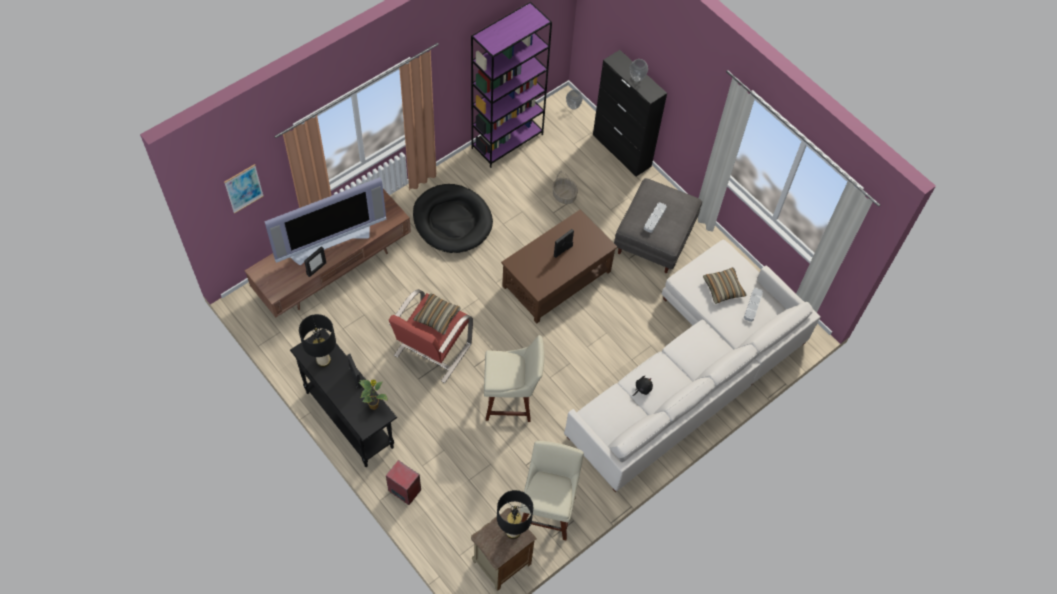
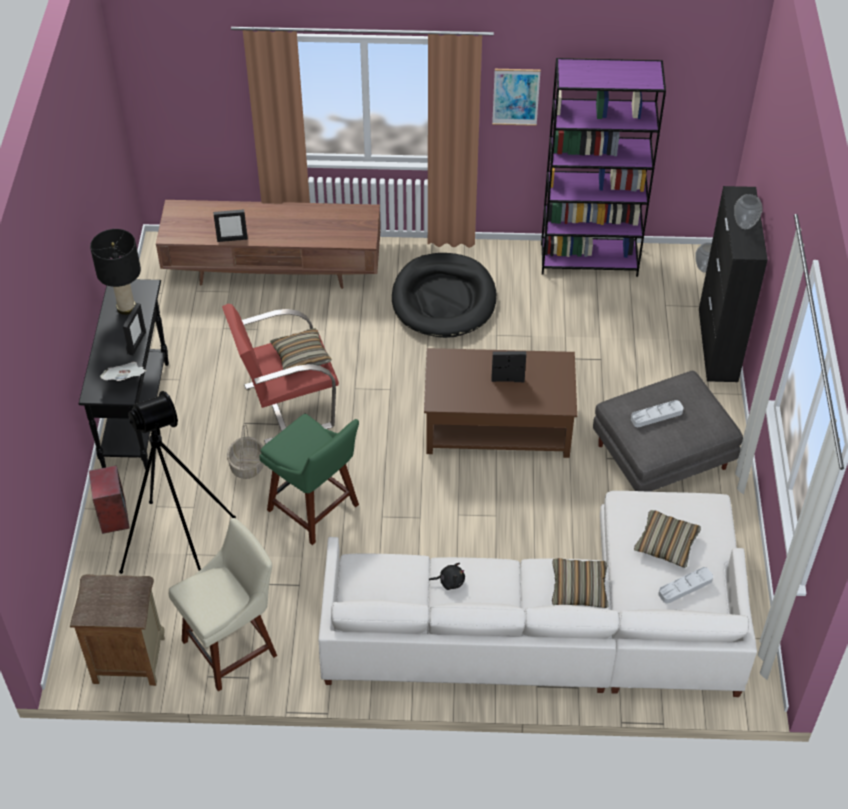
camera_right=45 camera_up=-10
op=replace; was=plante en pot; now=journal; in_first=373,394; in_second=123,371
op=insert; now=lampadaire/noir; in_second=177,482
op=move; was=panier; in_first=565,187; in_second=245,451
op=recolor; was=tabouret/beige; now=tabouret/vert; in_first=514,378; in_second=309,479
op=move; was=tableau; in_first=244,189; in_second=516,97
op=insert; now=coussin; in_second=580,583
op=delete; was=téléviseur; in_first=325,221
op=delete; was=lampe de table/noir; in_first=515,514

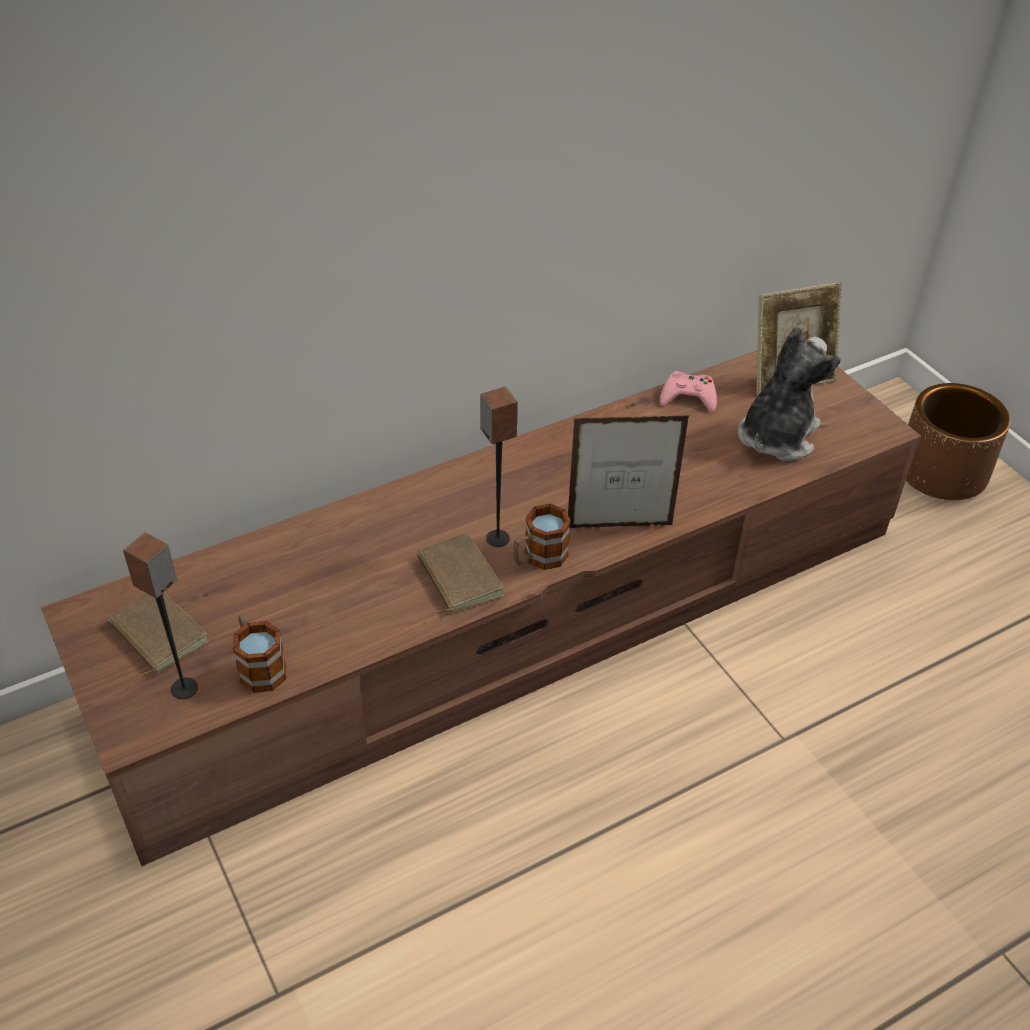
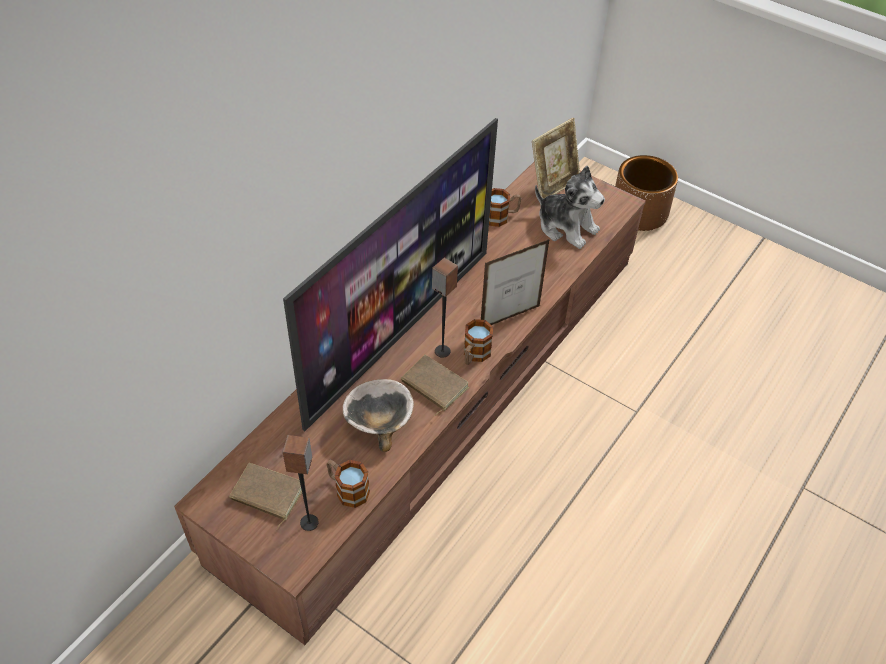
camera_right=-25 camera_up=5
op=insert; now=téléviseur; in_second=390,274
op=insert; now=bol; in_second=378,415
op=replace; was=manette/rose; now=mug; in_first=688,392; in_second=505,207
op=rotate; was=peluche; in_first=789,394; in_second=570,207; clockwise=120

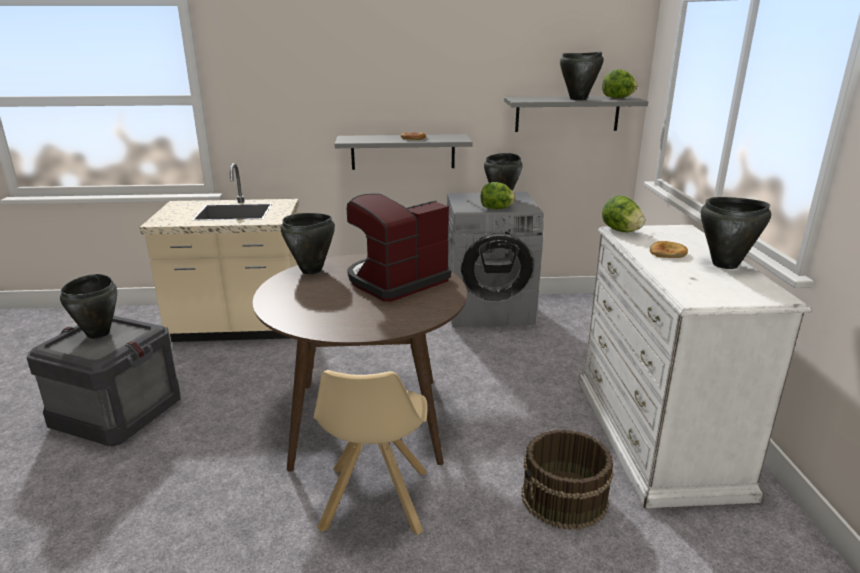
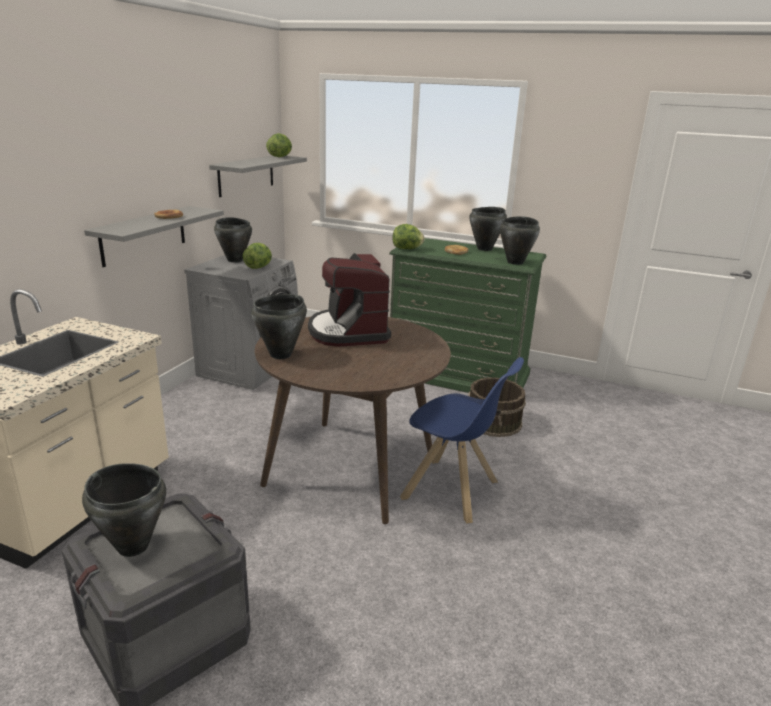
camera_right=-65 camera_up=0
op=recolor; was=commode/blanc; now=commode/vert; in_first=695,366; in_second=467,315
op=recolor; was=chaise/beige; now=chaise/bleu; in_first=370,452; in_second=462,440
op=move; was=marmite/noir; in_first=582,76; in_second=520,240

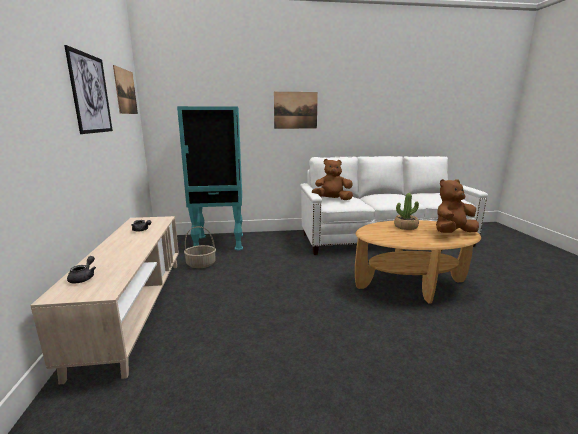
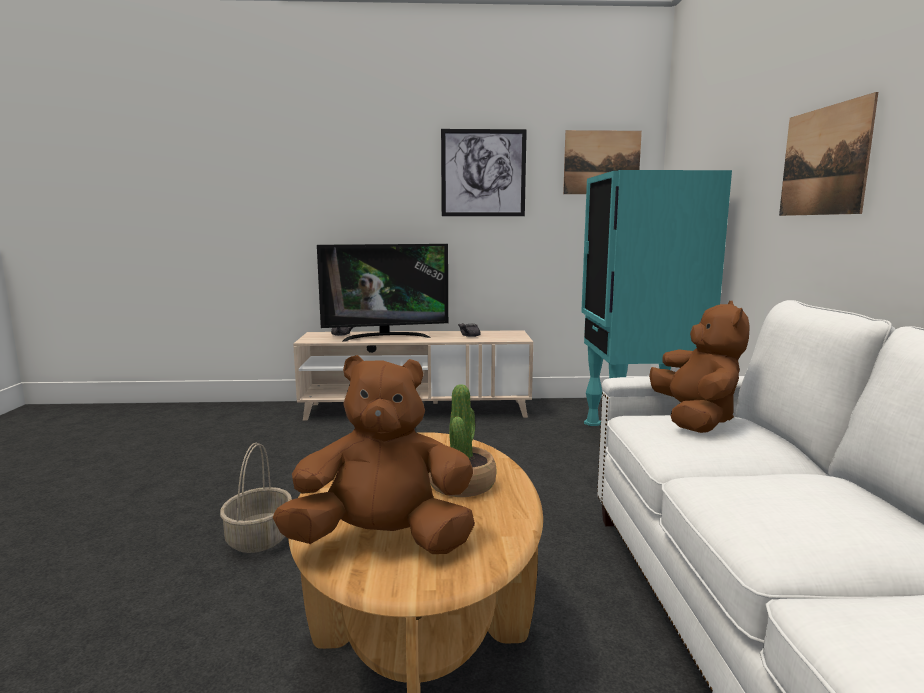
camera_right=95 camera_up=-5
op=move; was=panier; in_first=200,247; in_second=256,498
op=rotate; was=peluche/marron; in_first=457,206; in_second=374,454; clockwise=-75
op=insert; now=téléviseur; in_second=382,293

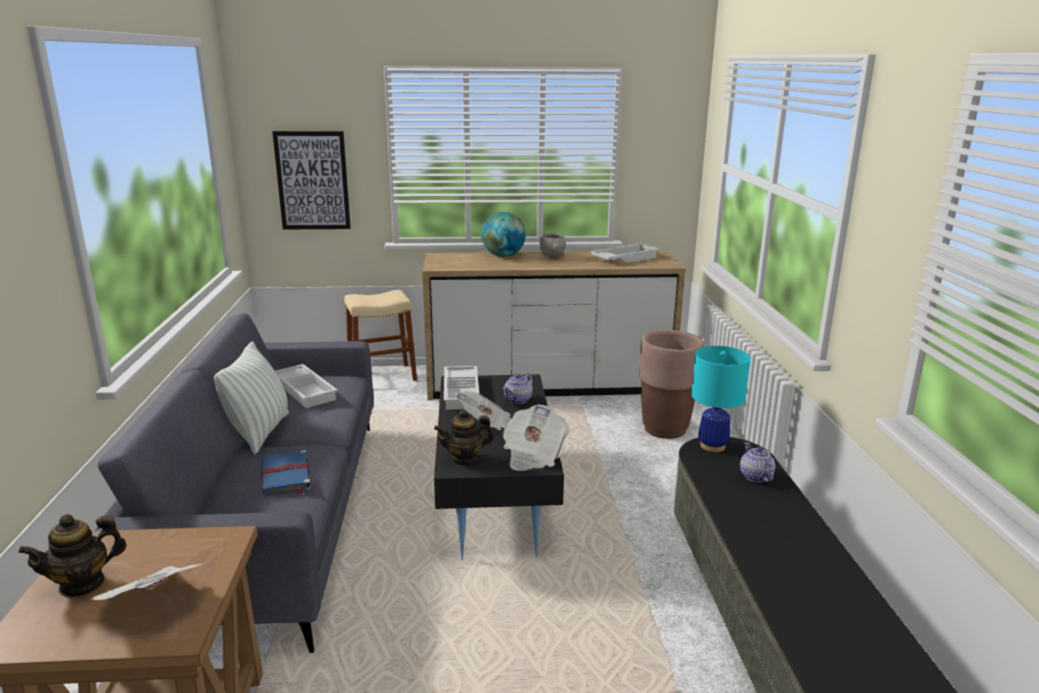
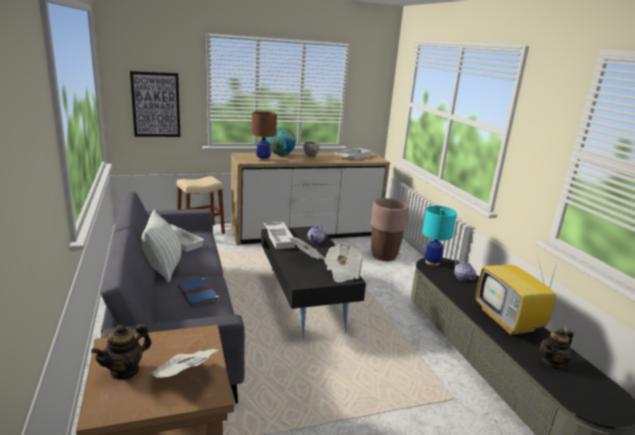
camera_right=-15 camera_up=0
op=insert; now=lampe de table/marron; in_second=264,136
op=insert; now=téléviseur; in_second=517,295
op=move; was=théière; in_first=464,437; in_second=557,349

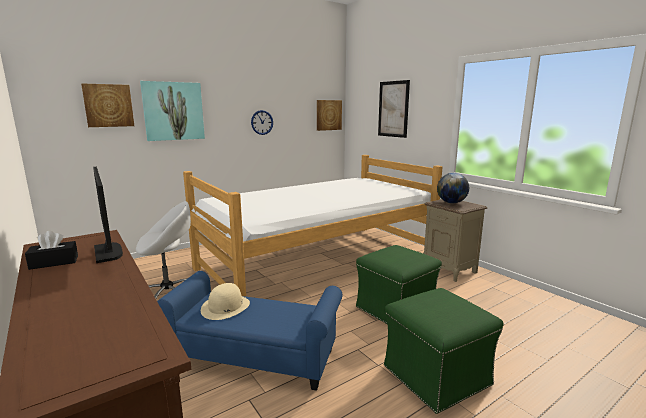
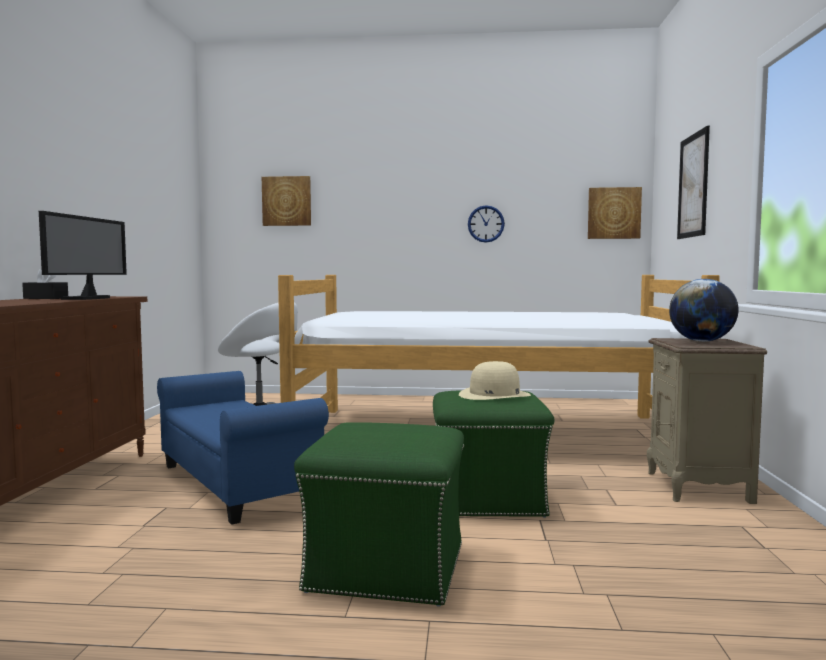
camera_right=40 camera_up=-10
op=move; was=chapeau/beige; in_first=225,301; in_second=495,380
op=delete; was=tableau; in_first=172,111

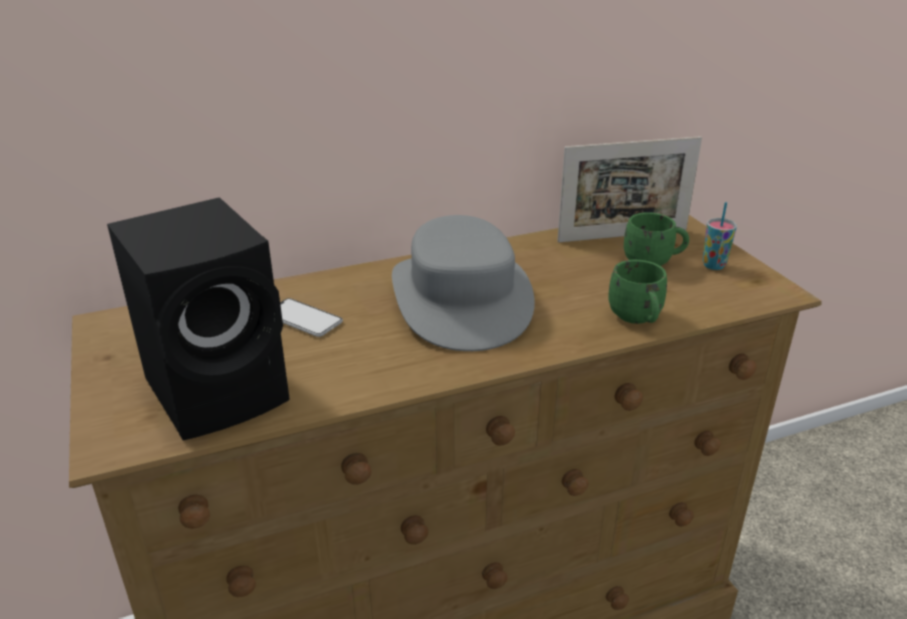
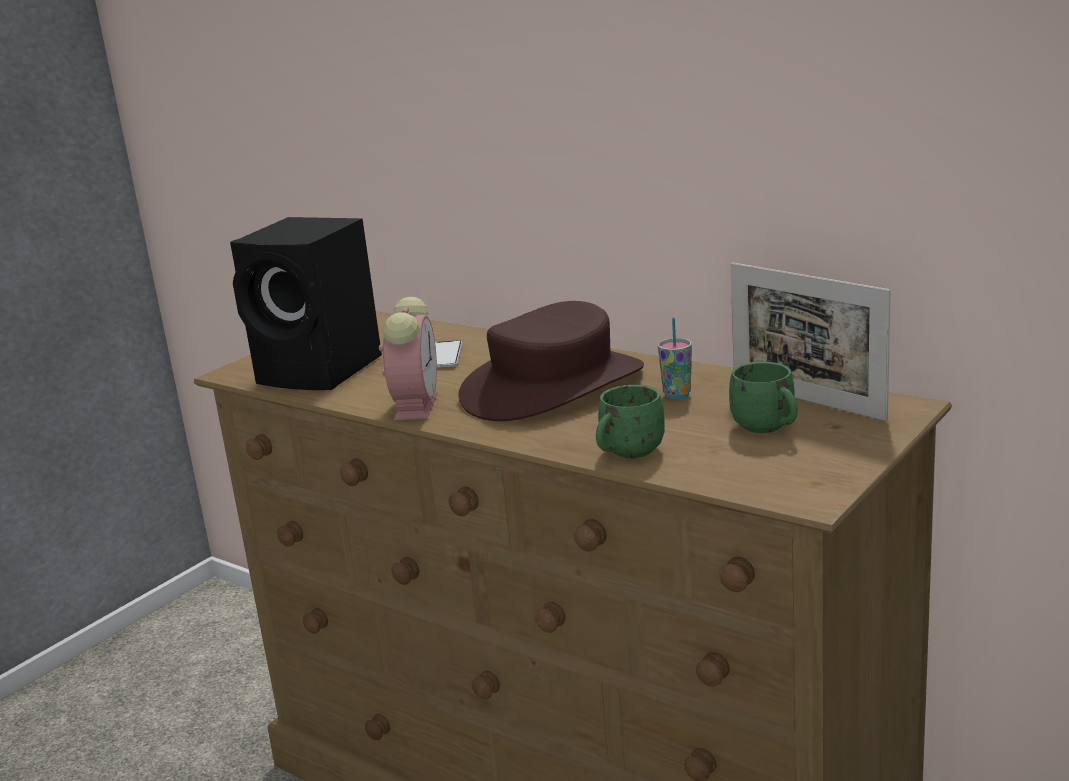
camera_right=60 camera_up=-10
op=insert; now=réveil; in_second=408,358
op=recolor; was=chapeau/gris; now=chapeau/marron; in_first=463,283; in_second=551,361
op=move; was=tasse; in_first=720,236; in_second=675,358

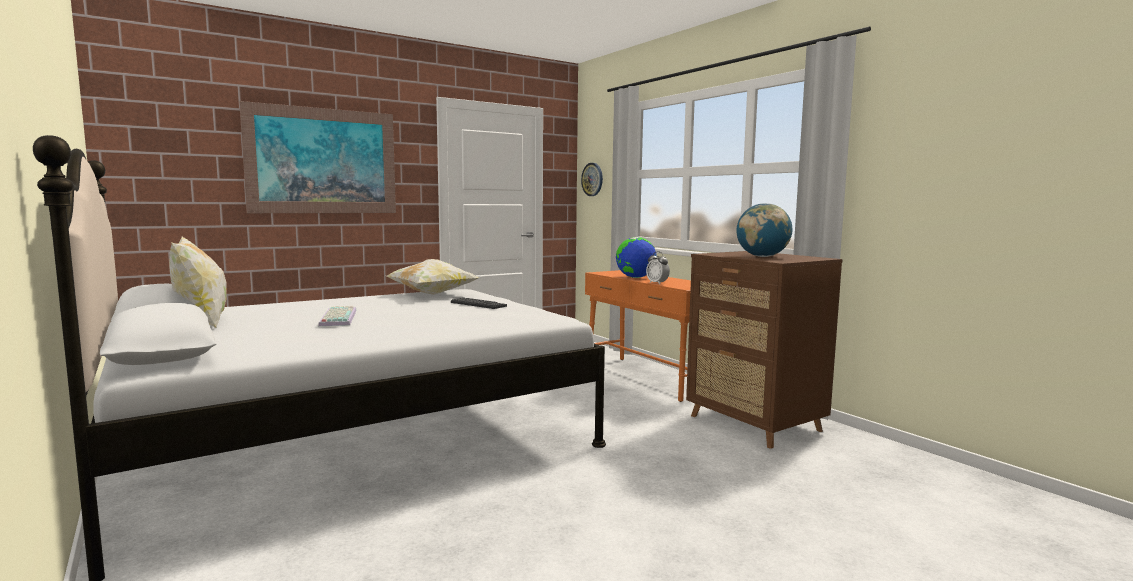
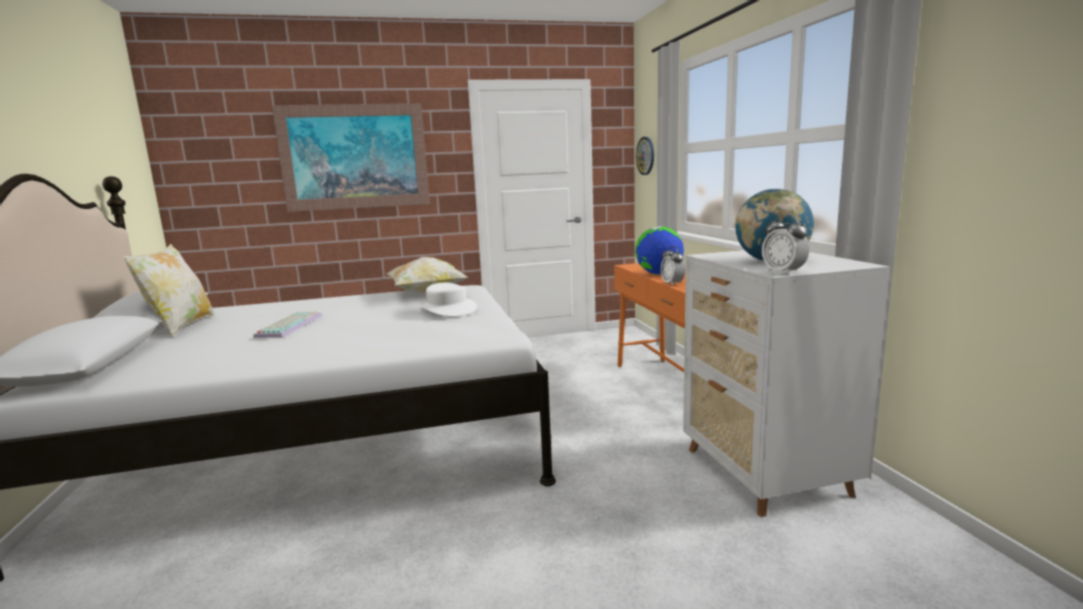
camera_right=20 camera_up=5
op=replace; was=clavier; now=chapeau/blanc; in_first=479,303; in_second=448,300
op=recolor; was=commode/marron; now=commode/blanc; in_first=764,350; in_second=786,383
op=insert; now=réveil; in_second=785,244

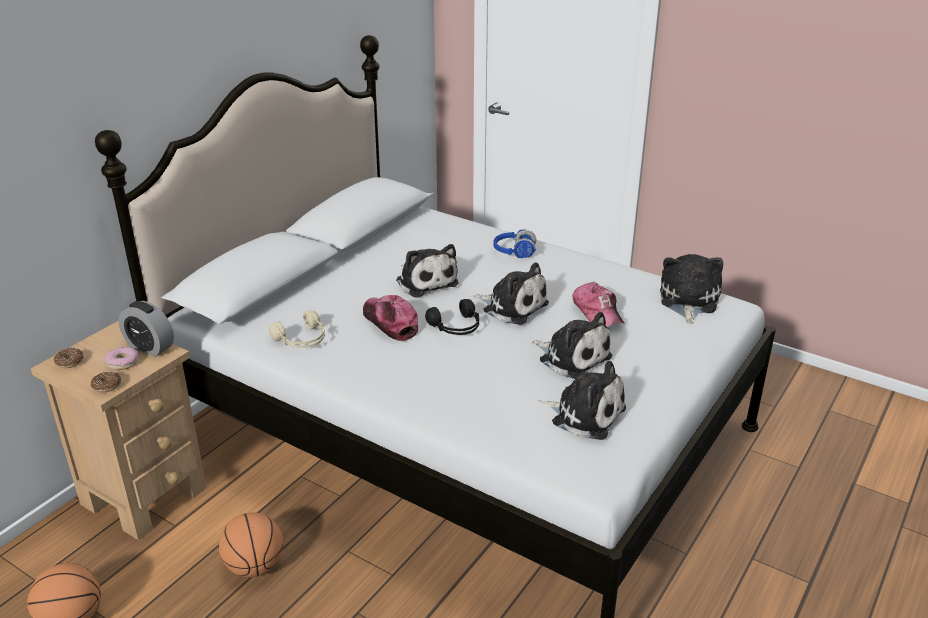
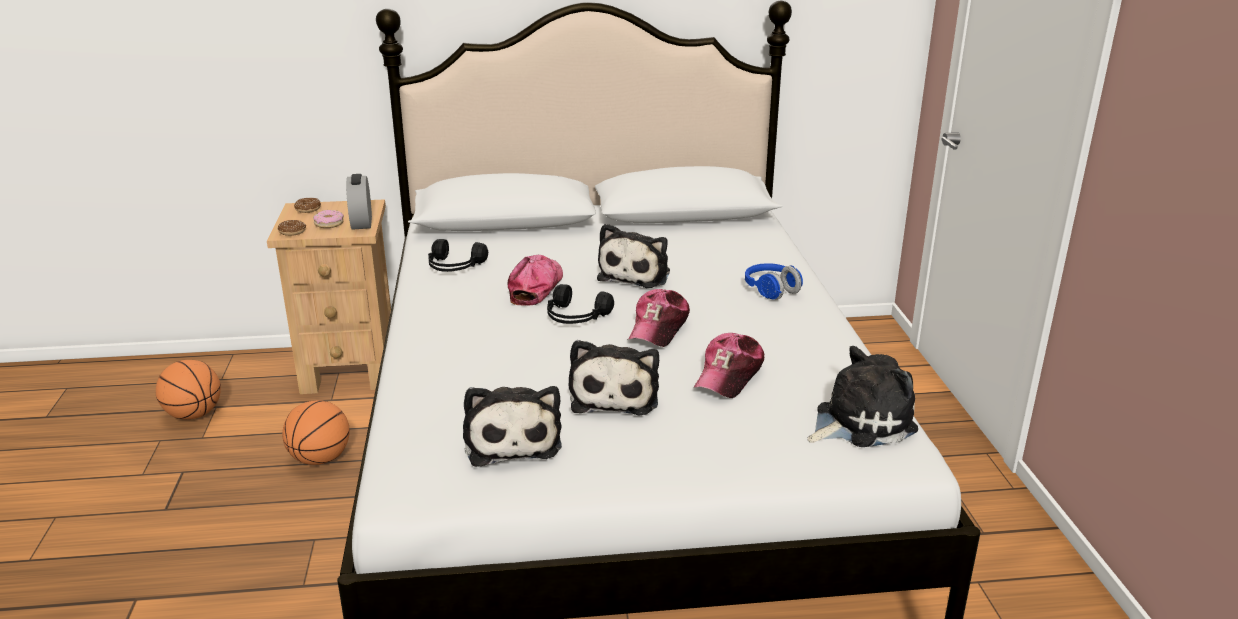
camera_right=50 camera_up=-5
op=recolor; was=casque audio/beige; now=casque audio/noir; in_first=297,329; in_second=458,255
op=replace; was=peluche; now=casquette; in_first=511,293; in_second=659,318

